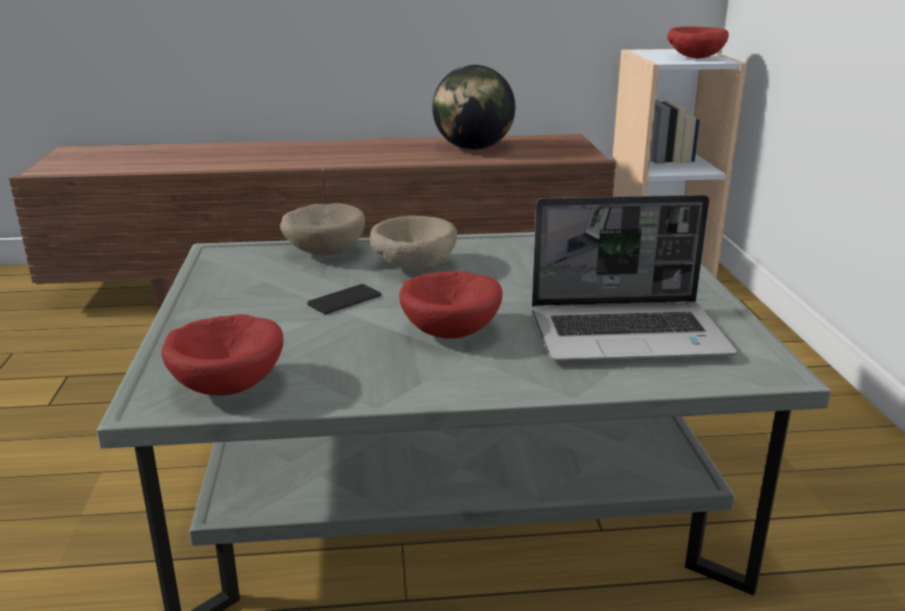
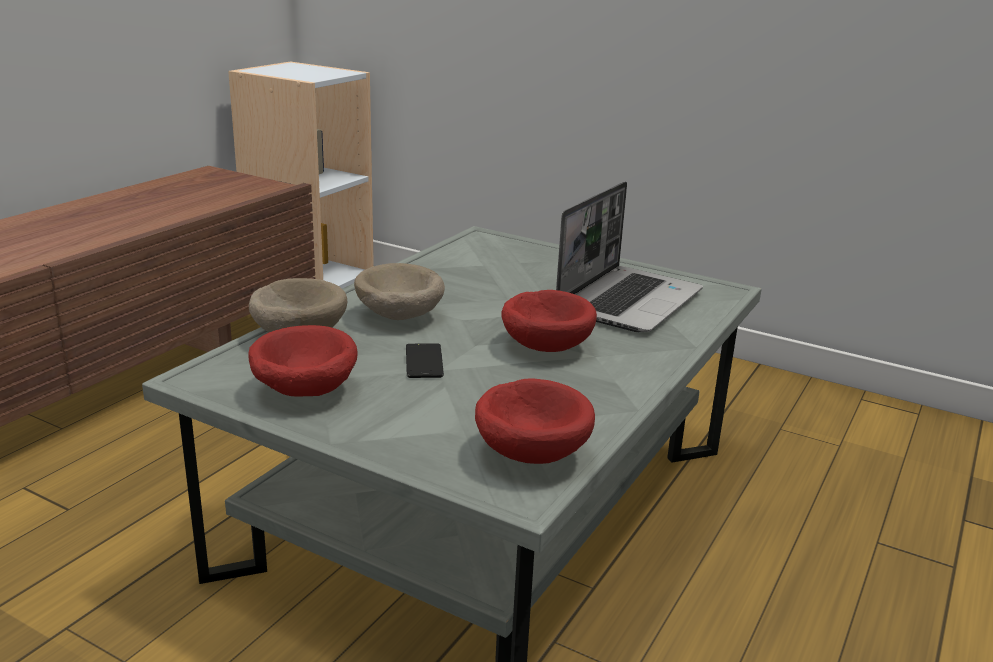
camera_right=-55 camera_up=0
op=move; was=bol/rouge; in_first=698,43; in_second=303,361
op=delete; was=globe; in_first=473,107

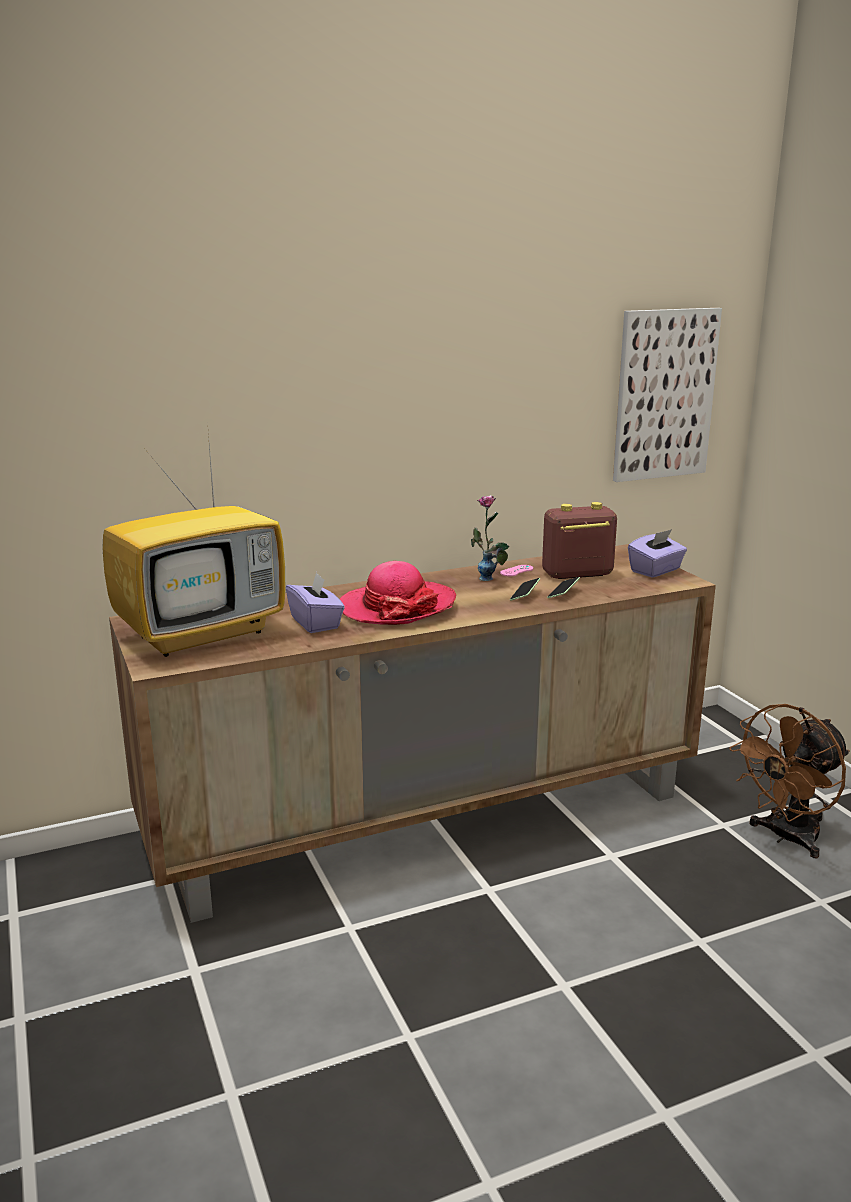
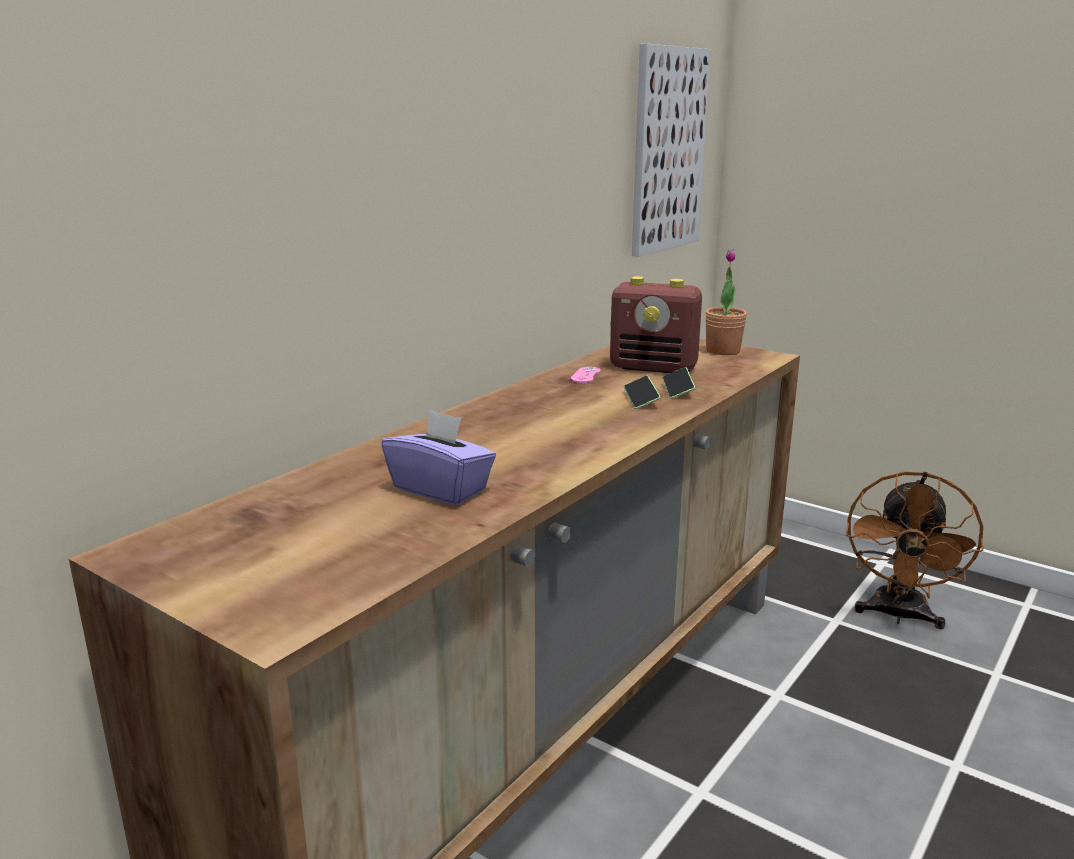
camera_right=-30 camera_up=0
op=rotate; was=radio; in_first=579,540; in_second=656,324; clockwise=-120
op=replace; was=boîte à mouchoirs/violet; now=plante en pot; in_first=657,553; in_second=726,302
op=delete; was=téléviseur; in_first=193,539
op=delete; was=chapeau; in_first=398,593
op=delete; was=vase; in_first=490,538

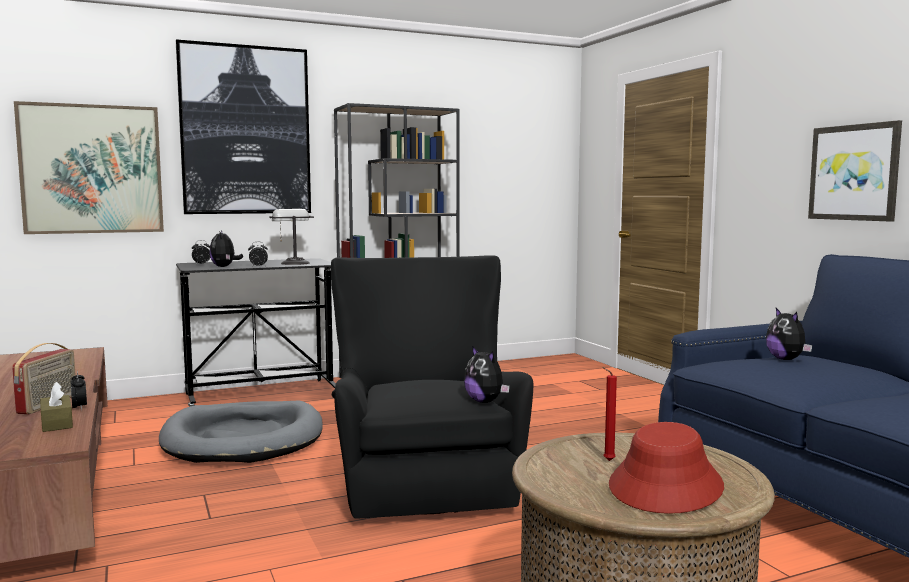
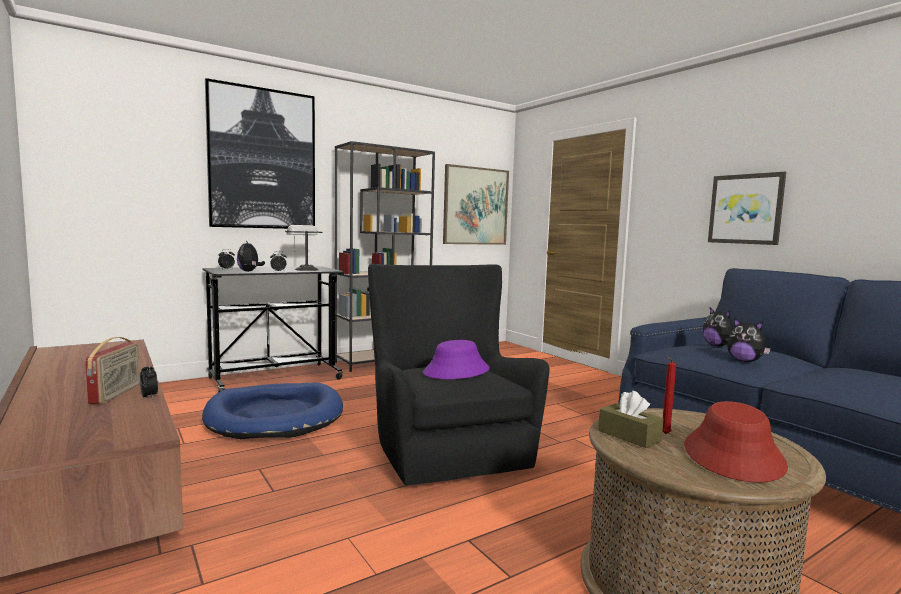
camera_right=-10 camera_up=0
op=recolor; was=panier pour chien/gris; now=panier pour chien/bleu; in_first=241,431; in_second=272,410
op=insert; now=chapeau/violet; in_second=456,359
op=move; was=tableau; in_first=89,167; in_second=476,204
op=move; was=boîte à mouchoirs/marron; in_first=56,407; in_second=630,419
op=move; was=peluche; in_first=487,374; in_second=749,340

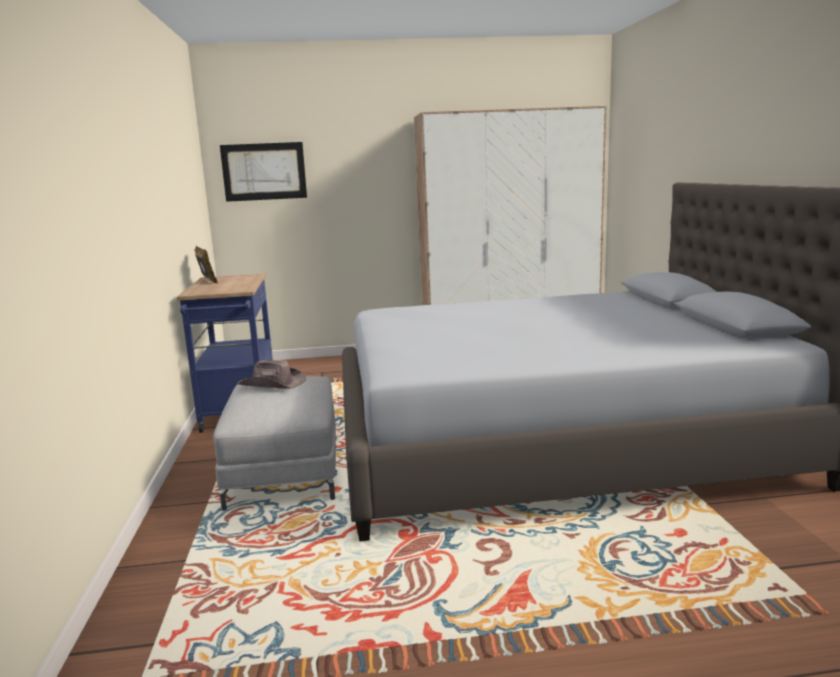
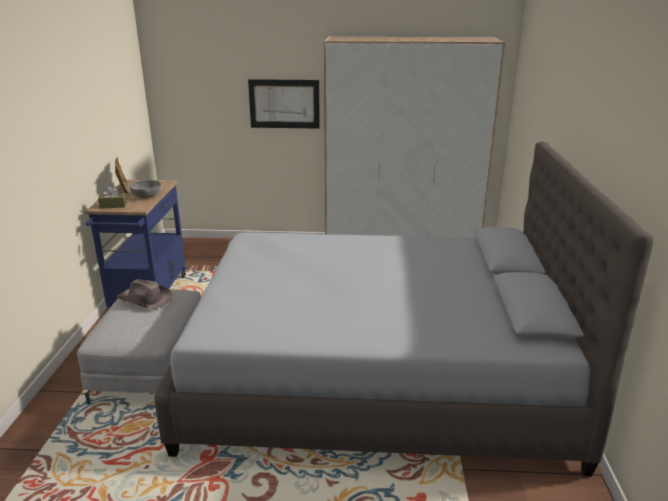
camera_right=10 camera_up=10
op=insert; now=boîte à mouchoirs/marron; in_second=112,197
op=insert; now=bol/gris; in_second=145,189
op=move; was=tableau; in_first=263,172; in_second=284,104

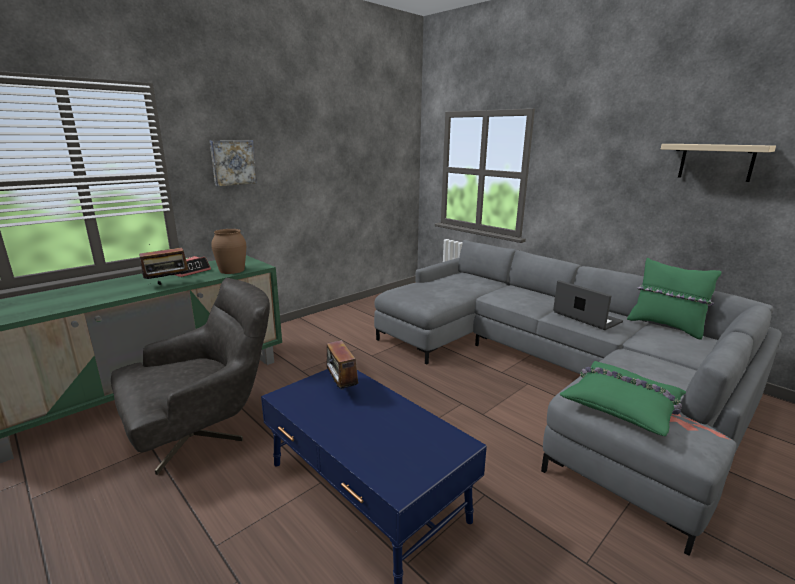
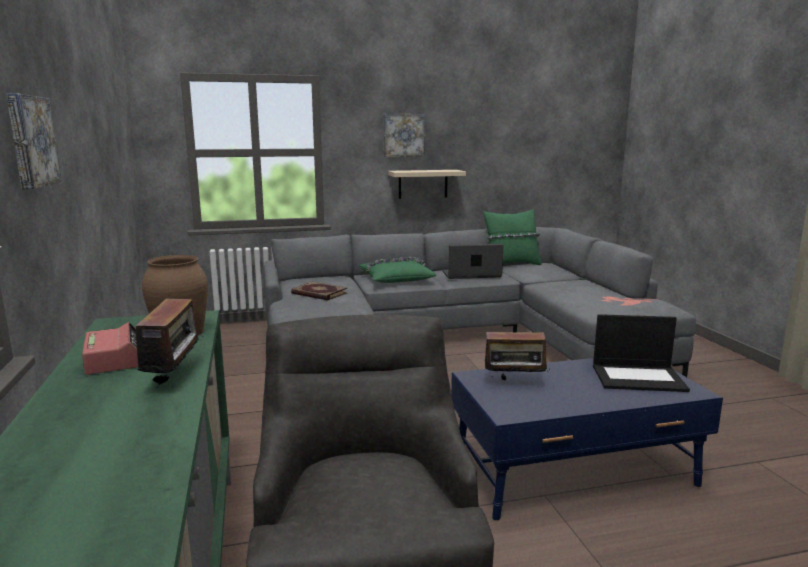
camera_right=-60 camera_up=-5
op=insert; now=livre; in_second=319,291
op=move; was=coussin/vert; in_first=622,398; in_second=397,270
op=insert; now=tableau; in_second=404,135
op=move; was=étagère/beige; in_first=718,163; in_second=427,184
op=insert; now=ordinateur portable; in_second=641,353

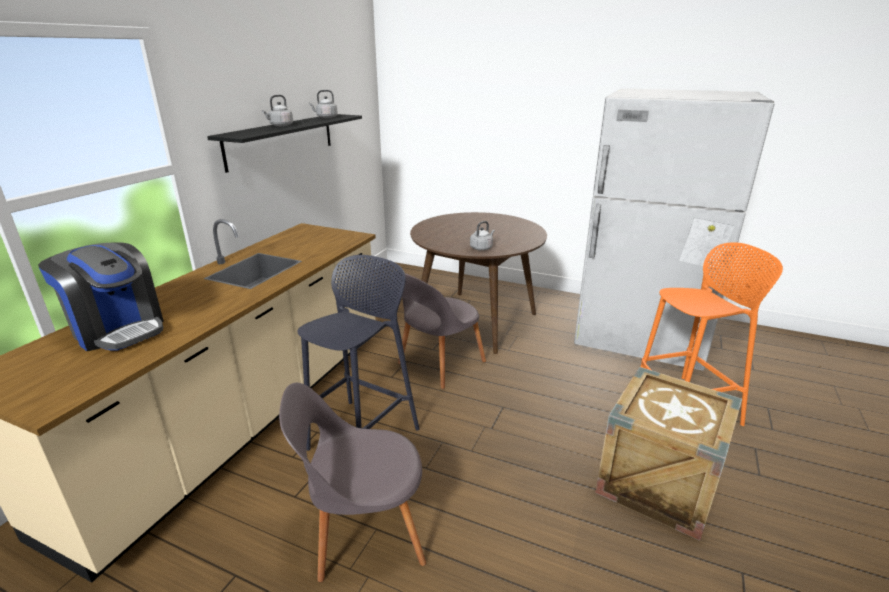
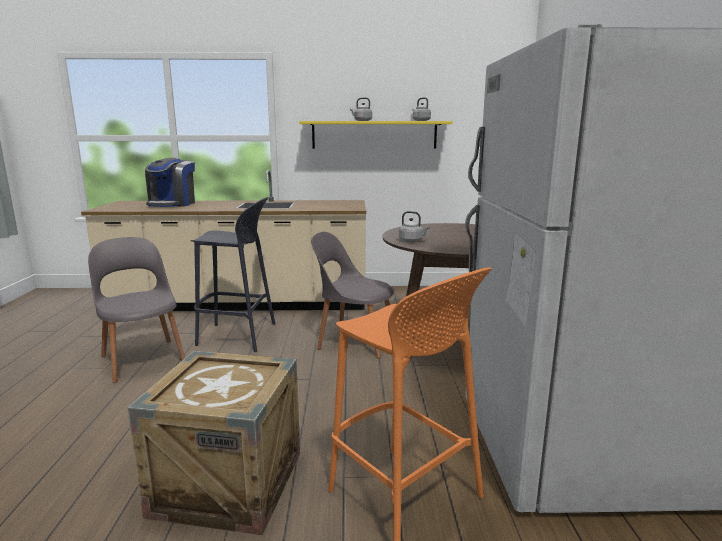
camera_right=65 camera_up=-10
op=recolor; was=étagère/noir; now=étagère/jaune; in_first=284,143; in_second=376,135

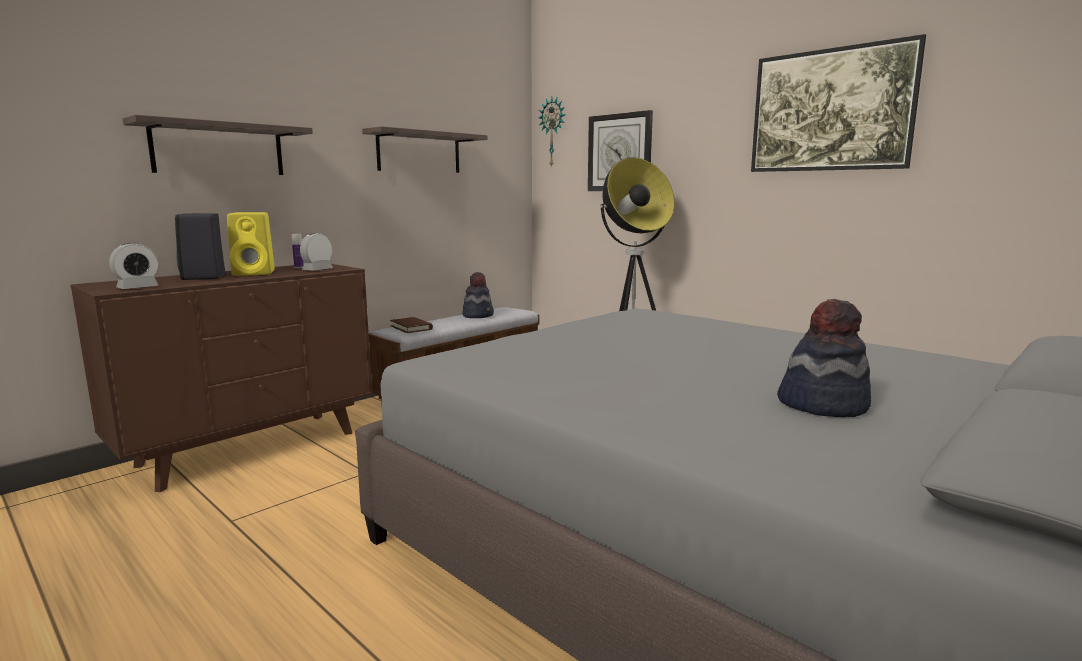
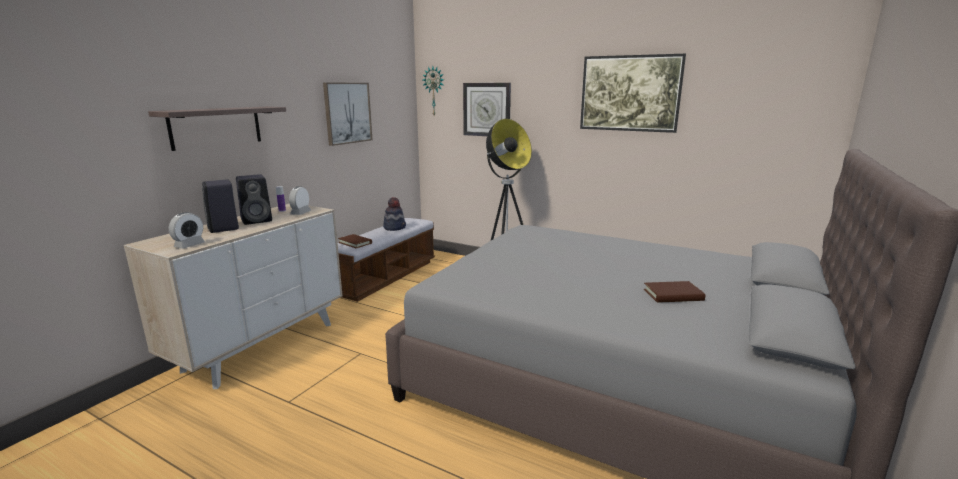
camera_right=-15 camera_up=5
op=recolor; was=commode/marron; now=commode/blanc; in_first=221,378; in_second=233,296
op=recolor; was=enceinte/jaune; now=enceinte/noir; in_first=251,244; in_second=254,199
op=replace; was=étagère; now=tableau; in_first=425,149; in_second=347,114
op=replace; was=chapeau; now=livre/marron; in_first=824,358; in_second=674,292

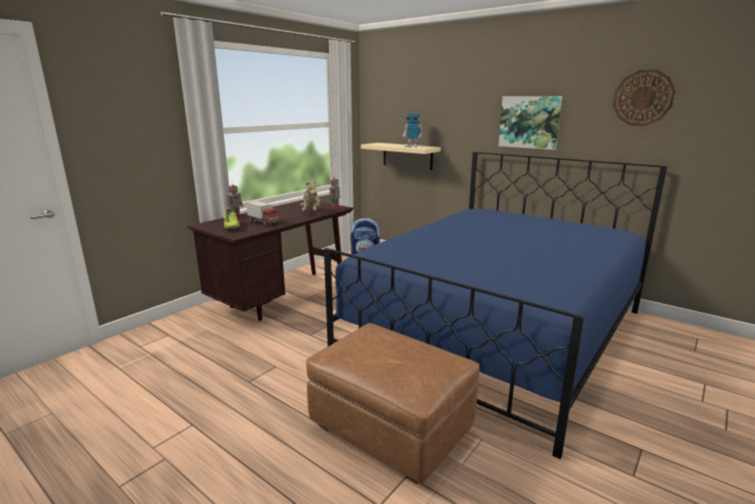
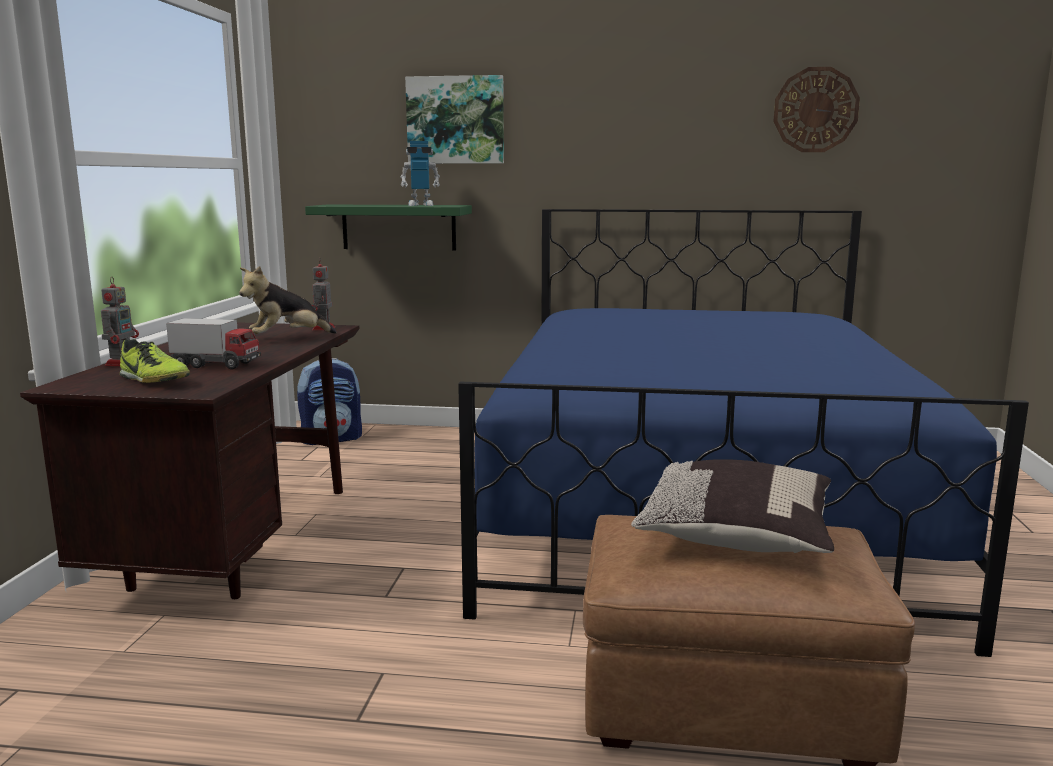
camera_right=-30 camera_up=-5
op=rotate; was=peluche; in_first=310,196; in_second=288,300; clockwise=90
op=recolor; was=étagère/beige; now=étagère/vert; in_first=401,156; in_second=388,227
op=move; was=tableau; in_first=530,123; in_second=454,119
op=insert; now=coussin; in_second=732,506

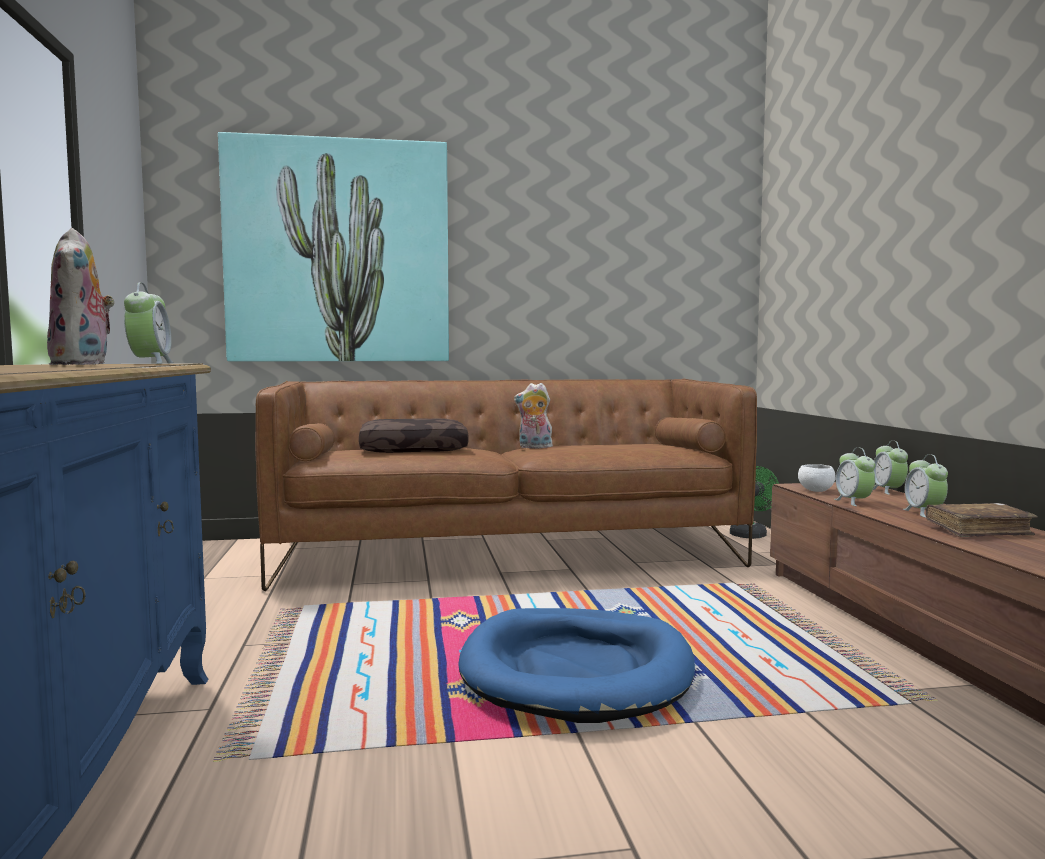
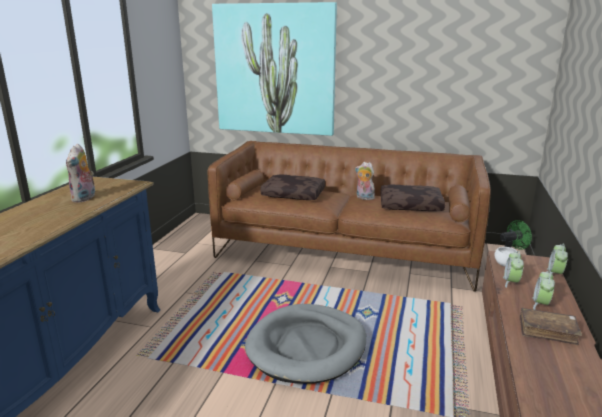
camera_right=25 camera_up=15
op=recolor; was=panier pour chien/bleu; now=panier pour chien/gris; in_first=576,665; in_second=305,344
op=insert; now=coussin/marron; in_second=412,198
op=delete; was=réveil; in_first=149,323

